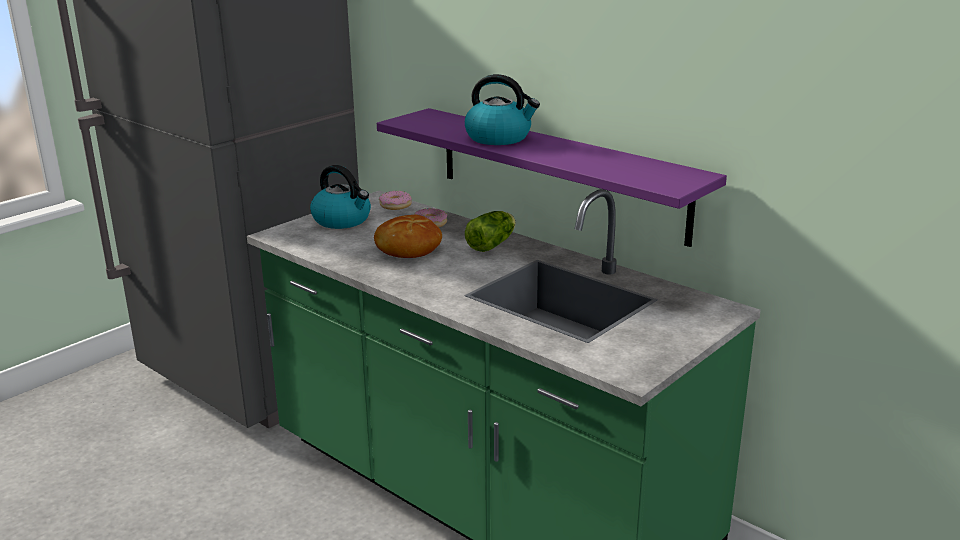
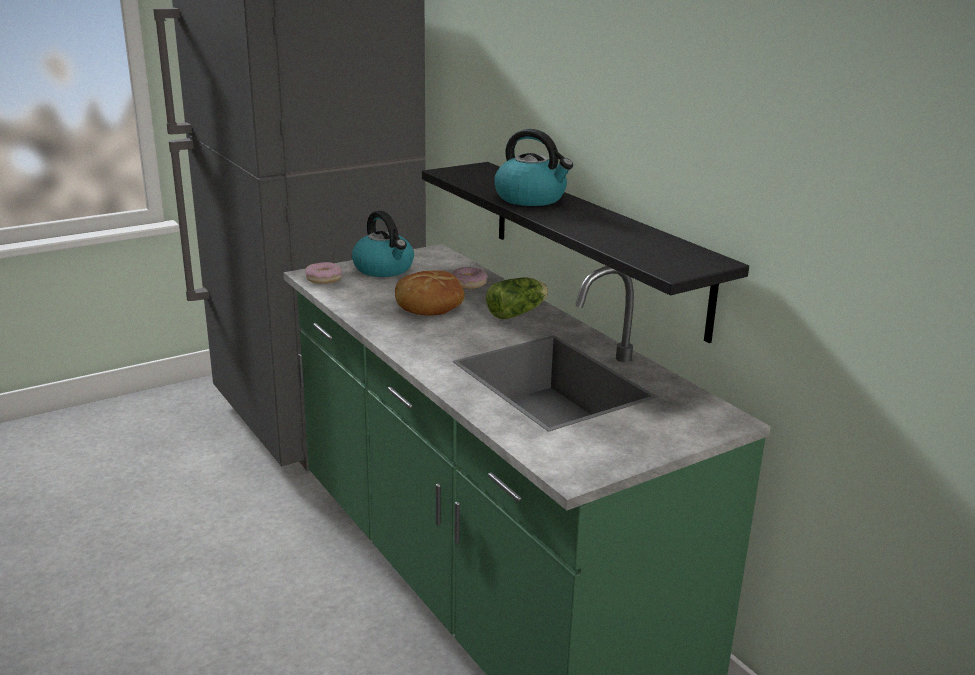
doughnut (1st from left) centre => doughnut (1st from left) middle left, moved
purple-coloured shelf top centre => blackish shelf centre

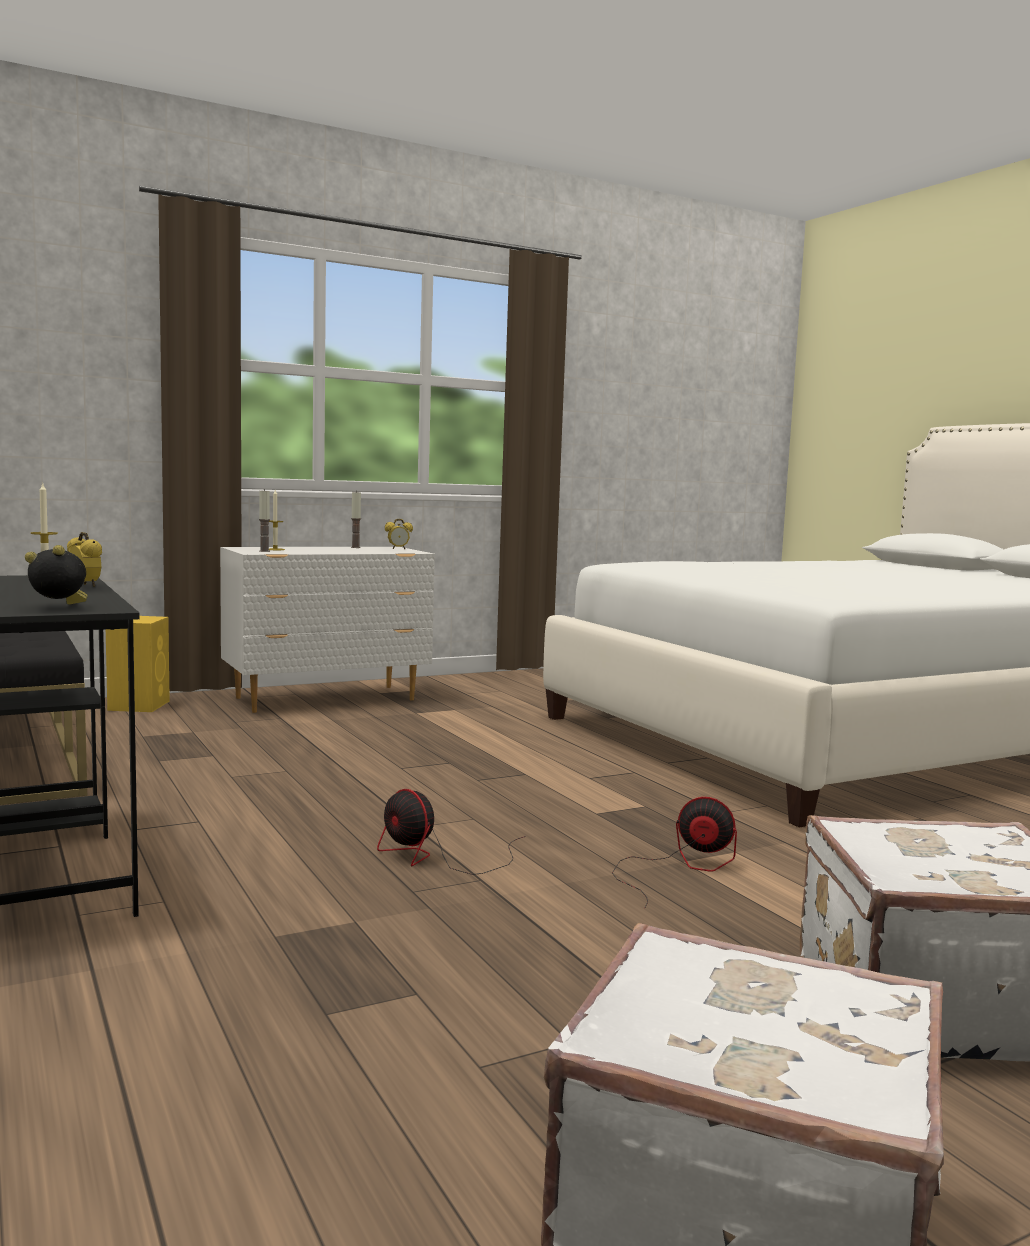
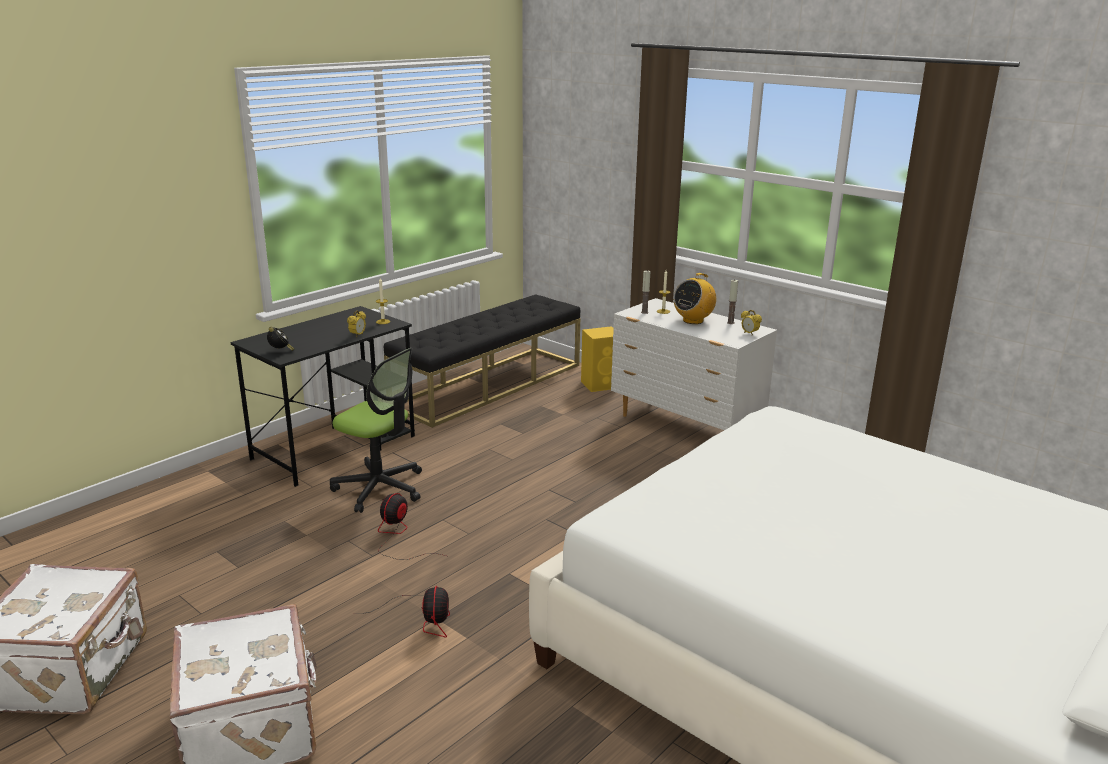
nothing => office chair centre
nothing => radio receiver centre

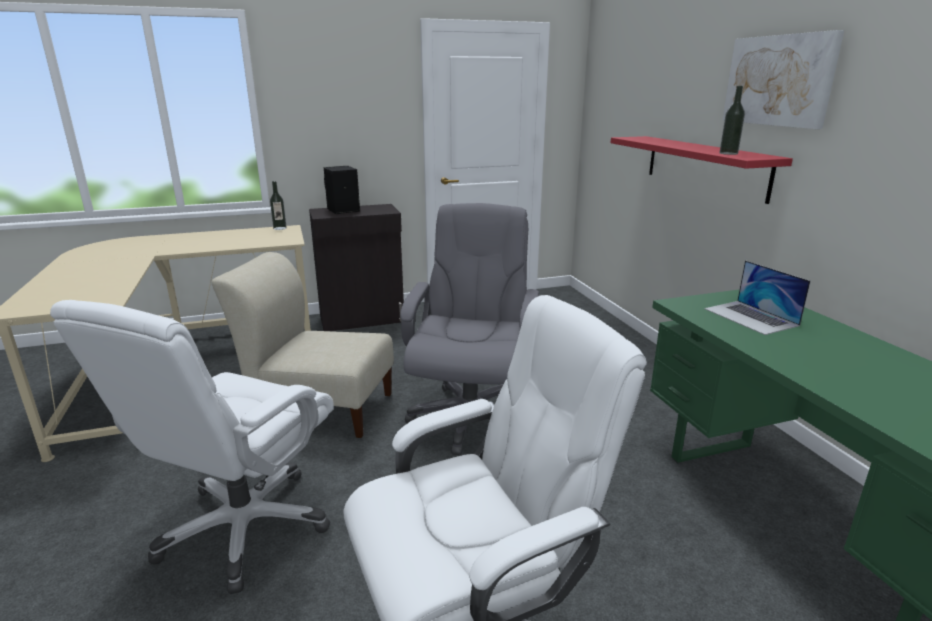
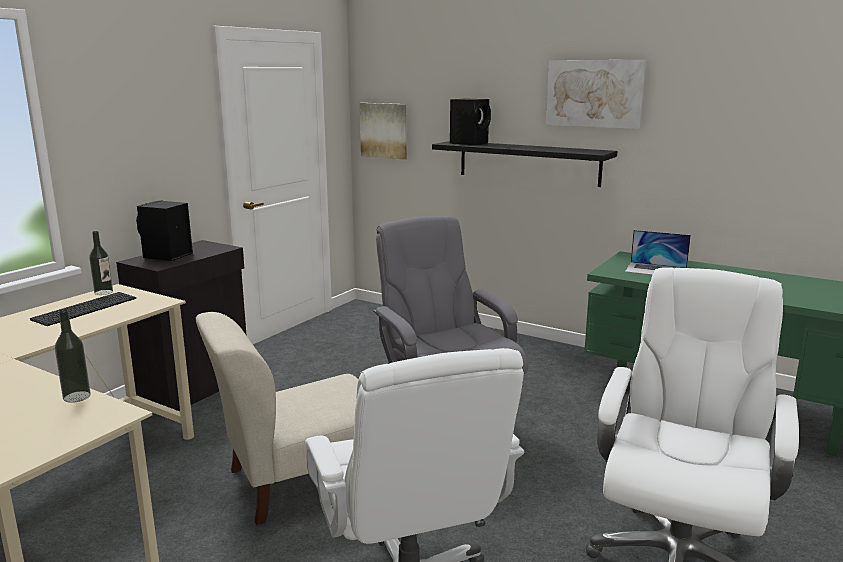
nothing => computer keyboard middle left
nothing => wall art (1st from left) top centre
nothing => blackish speaker (2nd from left) top centre
drink bottle (2nd from left in the first image) top right => drink bottle (1st from left) middle left, moved
reddish shelf top right => blackish shelf top centre

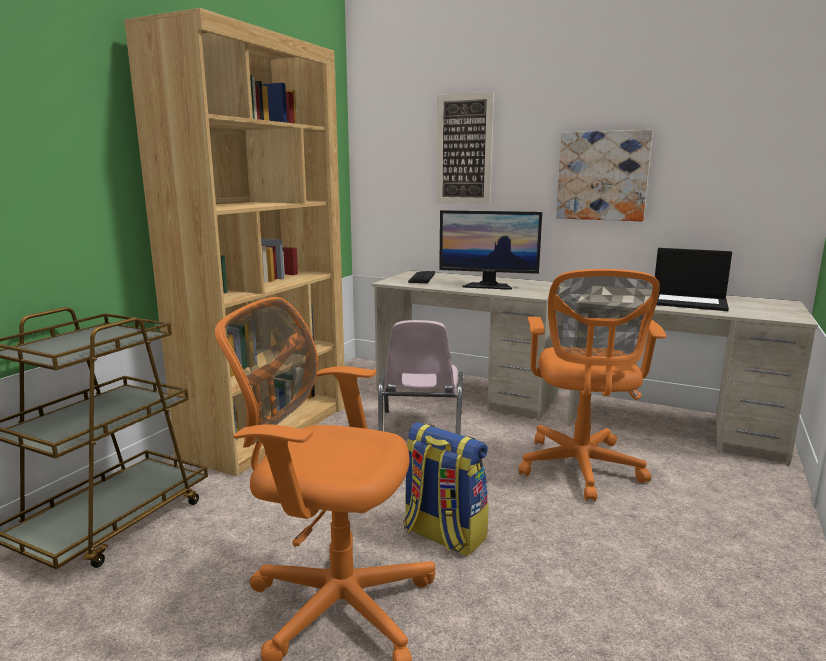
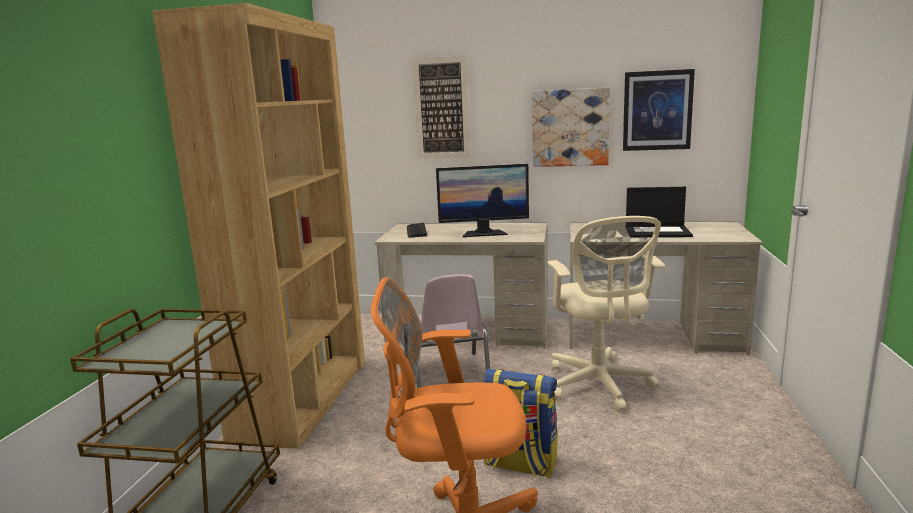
nothing => wall art (3rd from left) top right
orange office chair (2nd from left) middle right => beige-coloured office chair centre

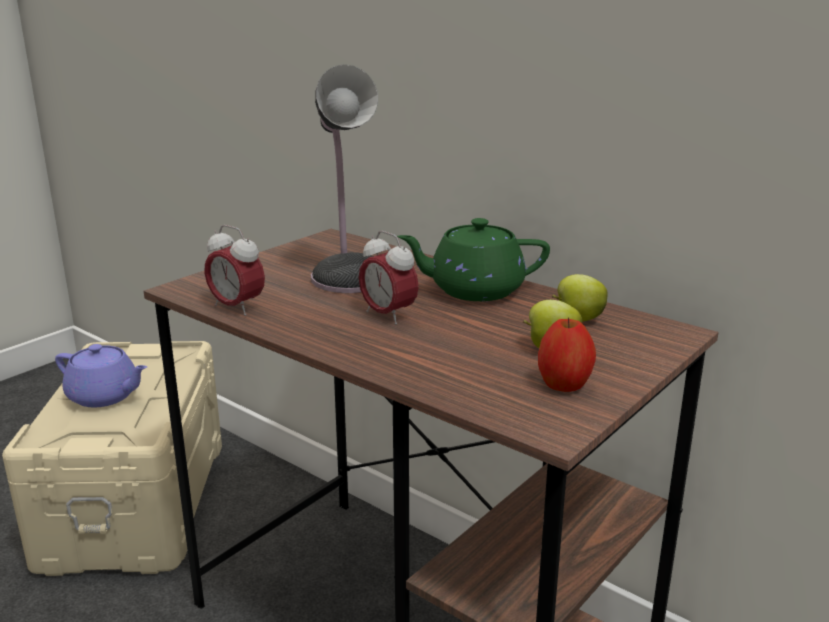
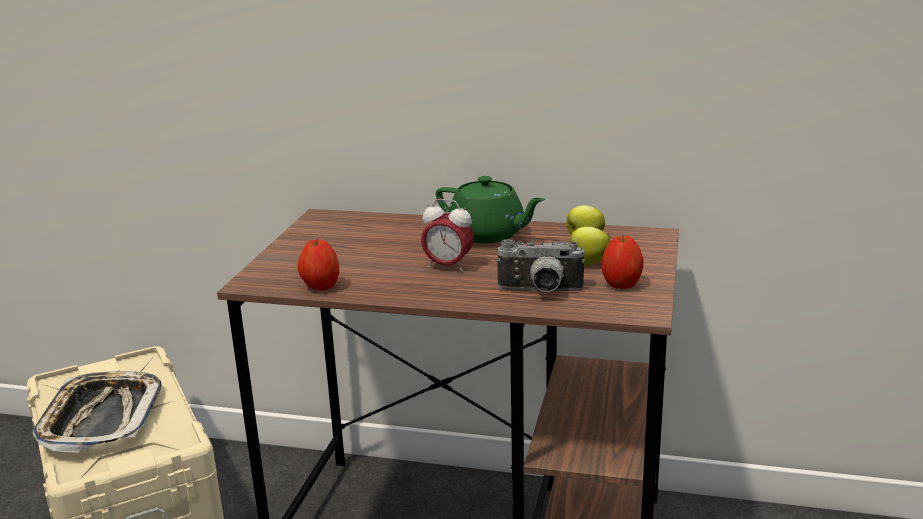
tabletop lamp top centre => nothing
nothing => photo camera centre
purple-coloured teapot middle left => tray bottom left
bedside clock (1st from left) middle left => apple fruit (1st from left) centre
green-coloured teapot centre, 120 degrees counterclockwise

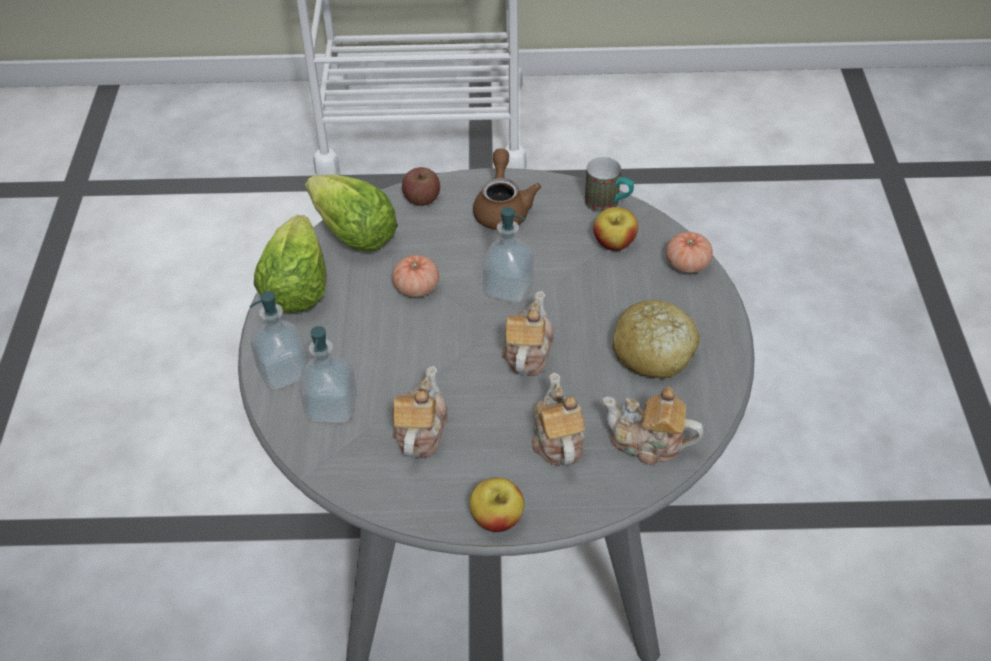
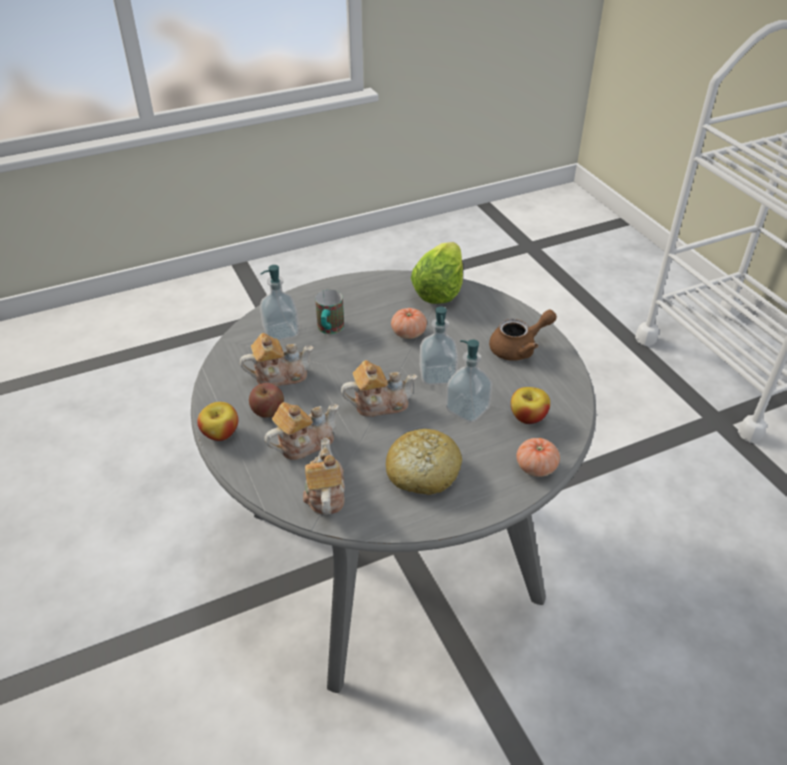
lettuce head (1st from left) middle left => nothing
soap bottle (1st from left in the first image) middle left => soap bottle (3rd from left) centre, moved
apple fruit (1st from left in the first image) top centre => apple fruit (2nd from left) centre, moved
mug top centre => mug centre, moved

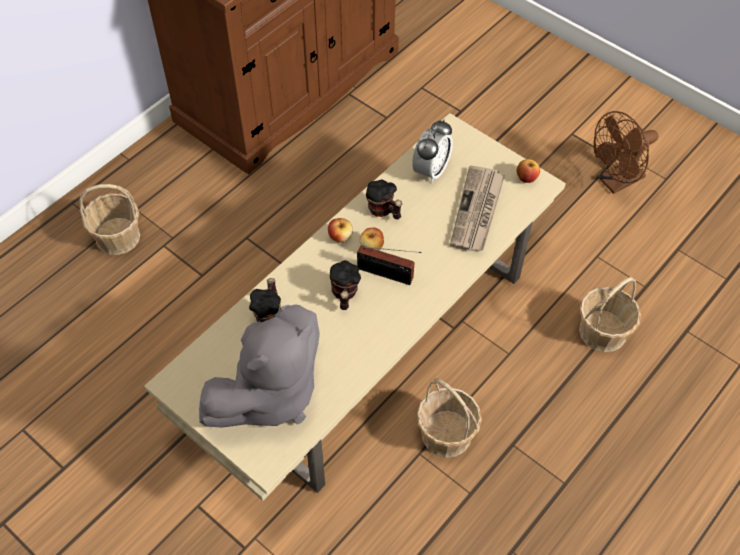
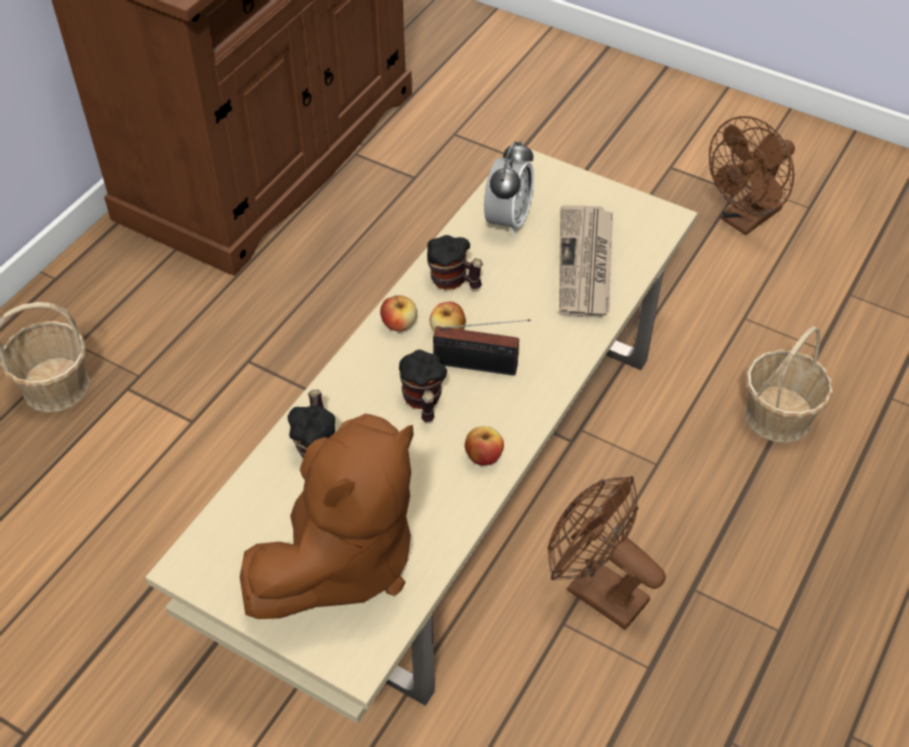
apple fruit (3rd from left) top right => apple fruit (3rd from left) centre, moved
storage basket (2nd from left) bottom centre => brownish fan (1st from left) bottom right
gray cuddly toy centre => brownish cuddly toy bottom centre

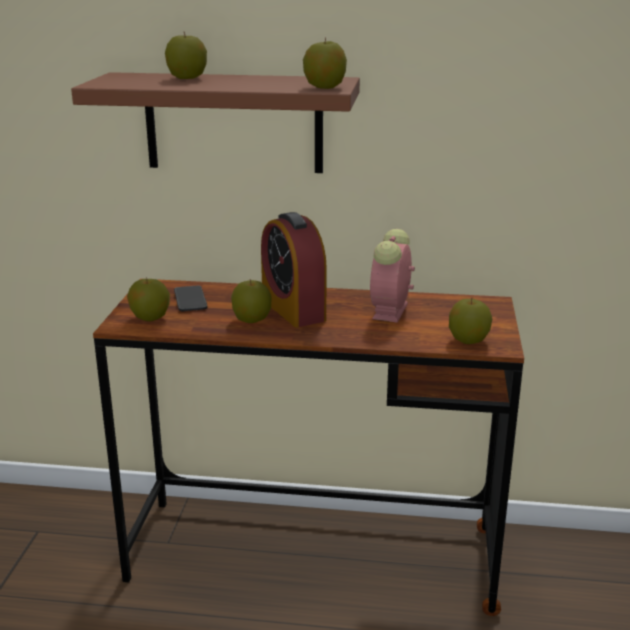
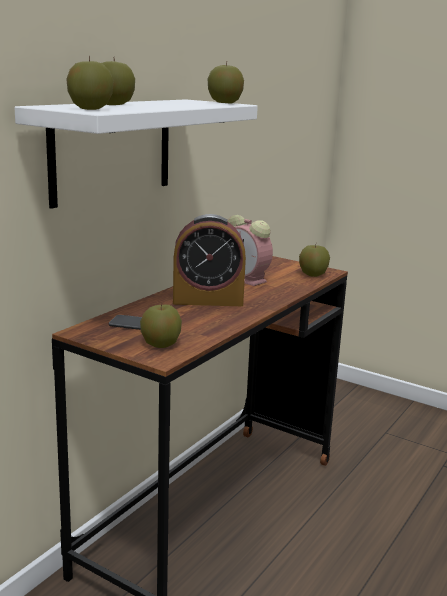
apple fruit (3rd from left in the first image) centre => apple fruit (1st from left) top left, moved
brownish shelf top centre => white shelf top left

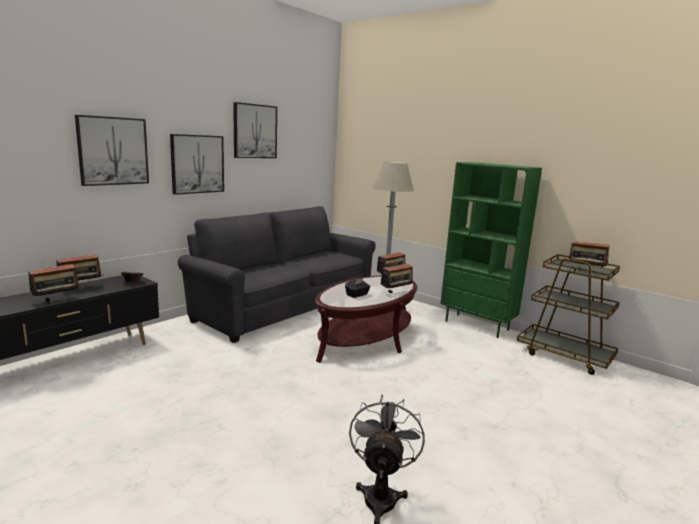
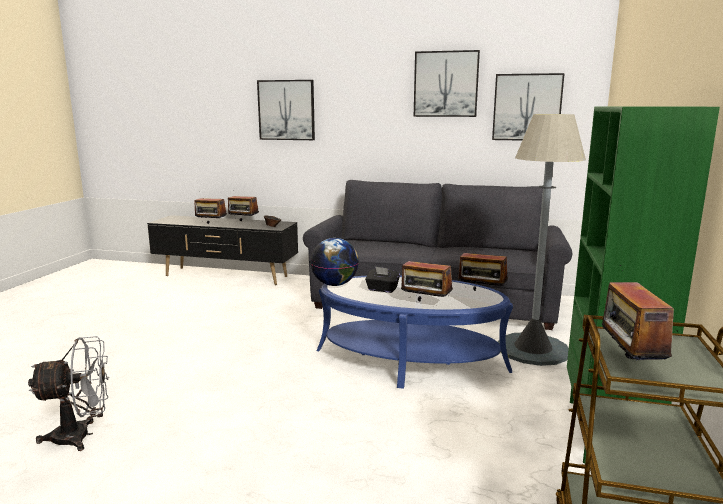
nothing => world globe centre
wall art (2nd from left in the first image) top left => wall art (3rd from left) top right, moved
brownish coffee table centre => blue-coloured coffee table centre

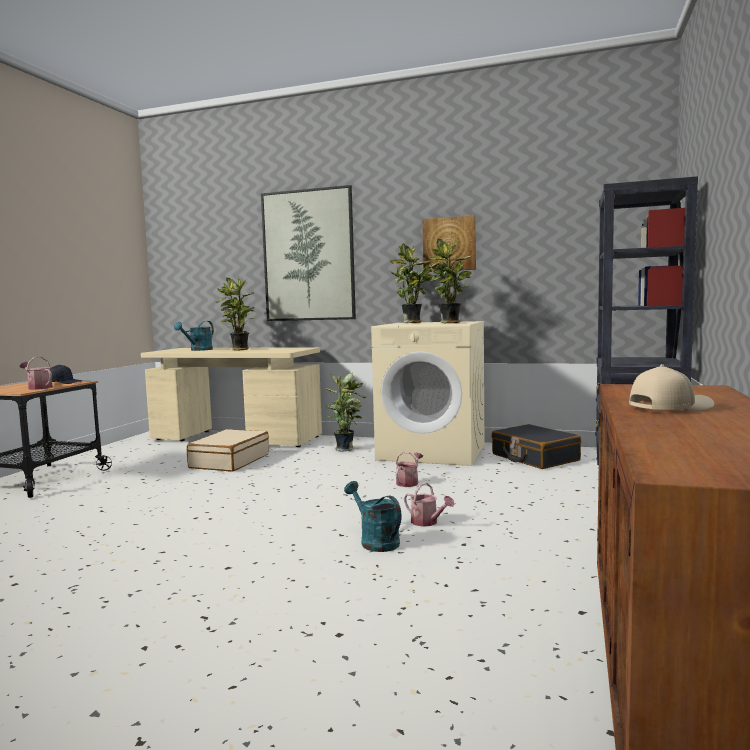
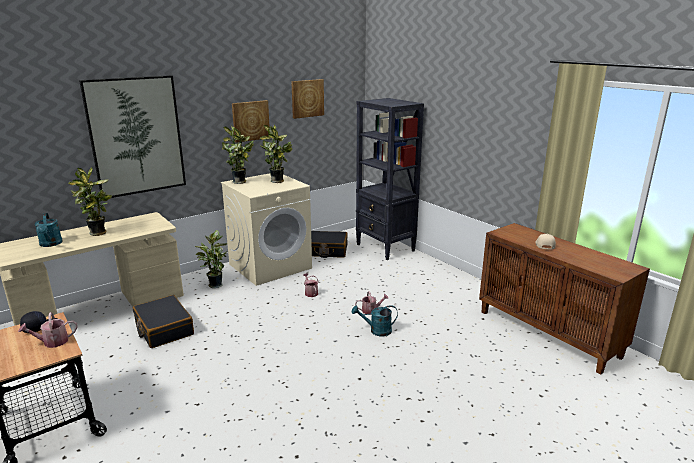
nothing => wall art (3rd from left) top centre
beige-coloured piece of luggage middle left => blackish piece of luggage (1st from left) bottom left

